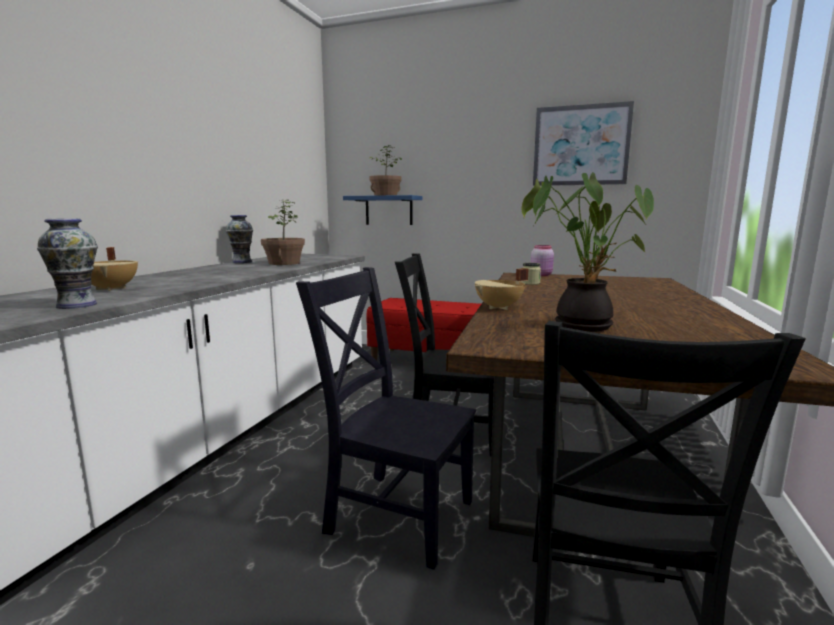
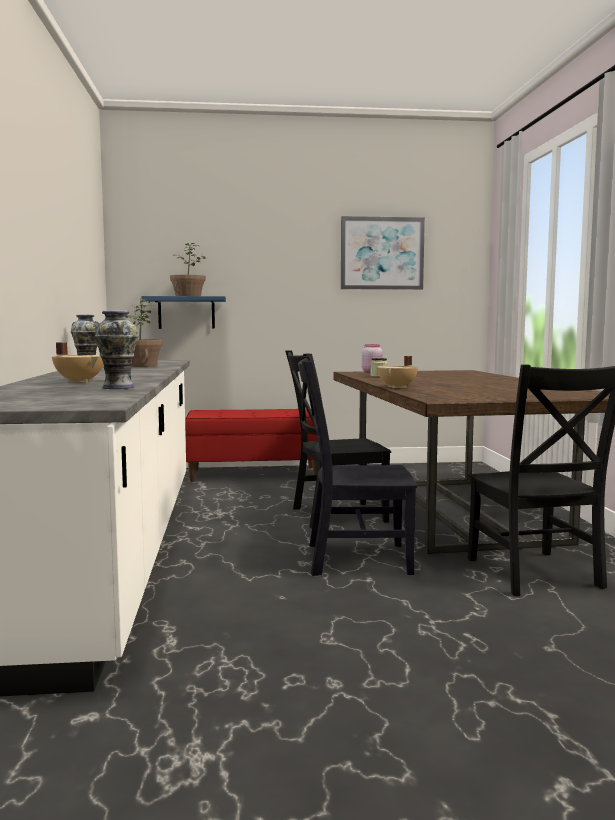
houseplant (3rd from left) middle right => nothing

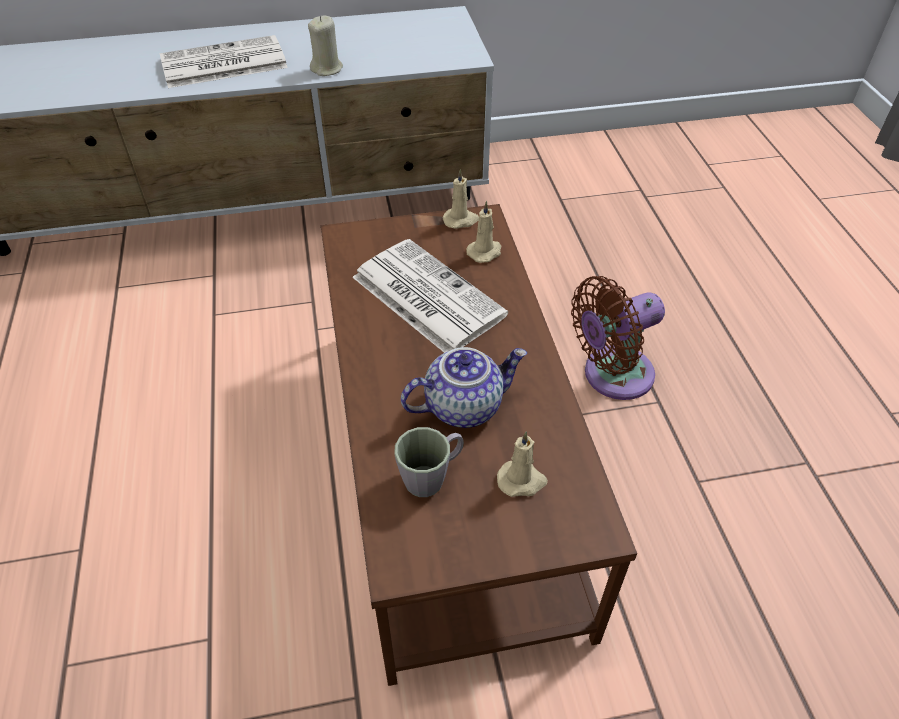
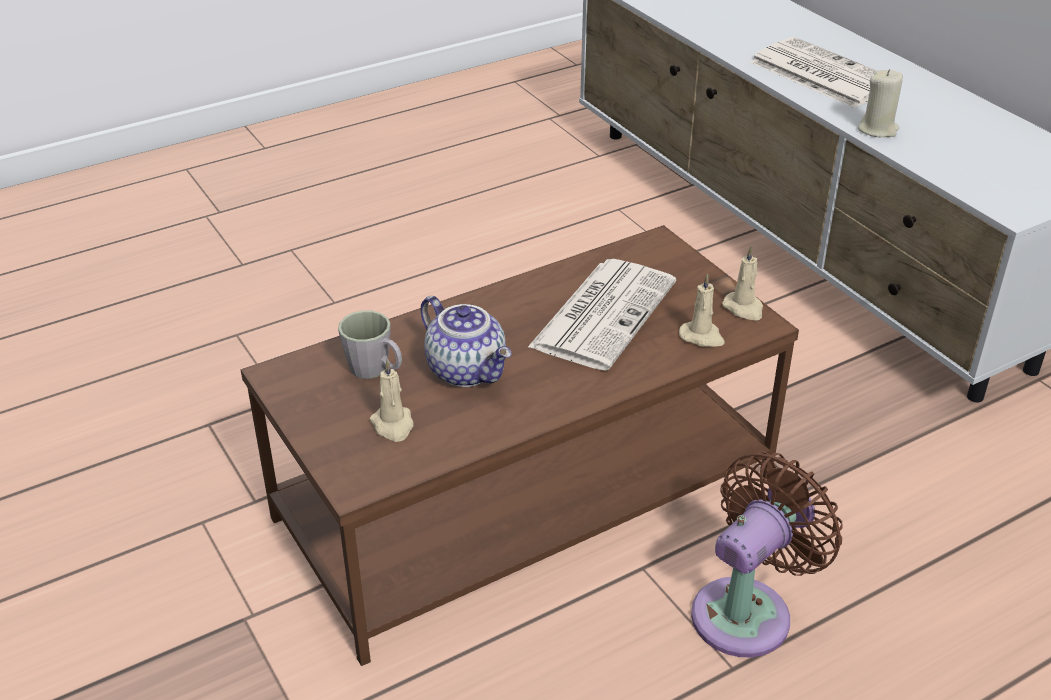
brownish fan middle right => brownish fan bottom right, 90 degrees clockwise

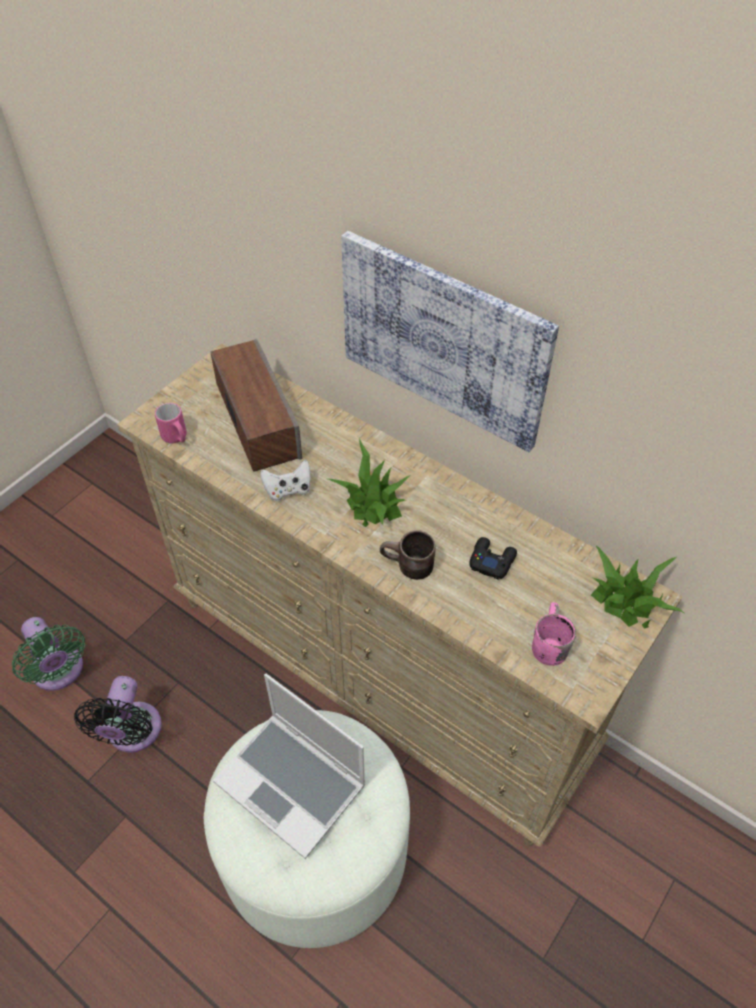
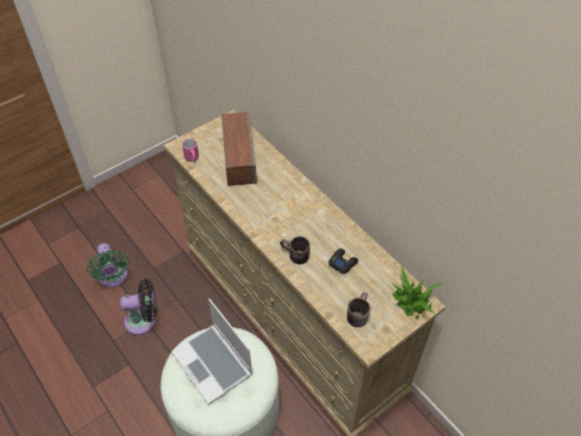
white joypad centre => nothing
houseplant (1st from left) centre => nothing
wall art centre => nothing
pink-coloured mug (2nd from left) middle right => brownish mug (2nd from left) bottom centre
blackish fan bottom left, 120 degrees counterclockwise

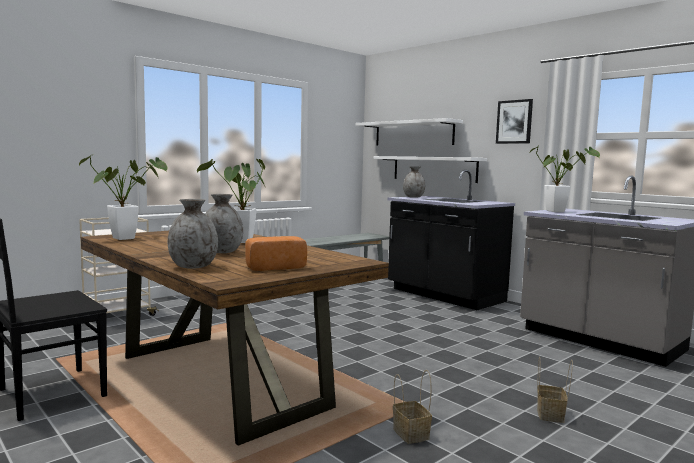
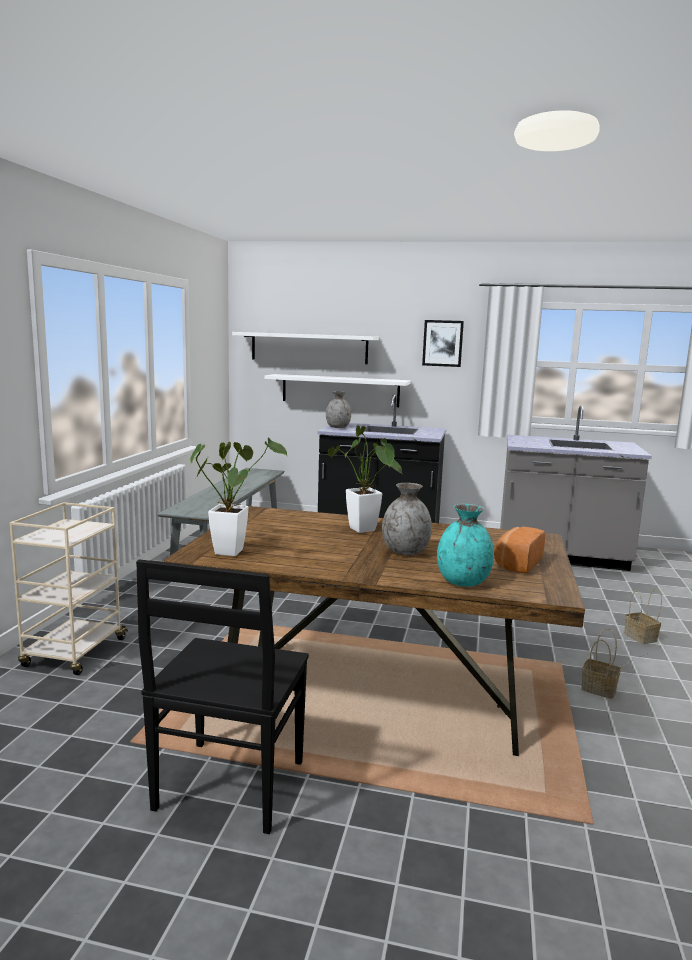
houseplant (3rd from left) middle right => nothing
gray vase (1st from left) middle left => blue-green vase middle right

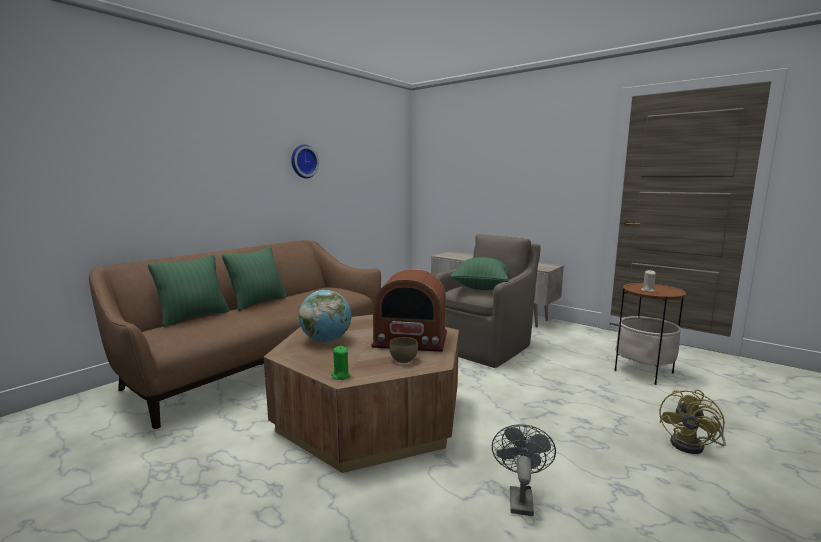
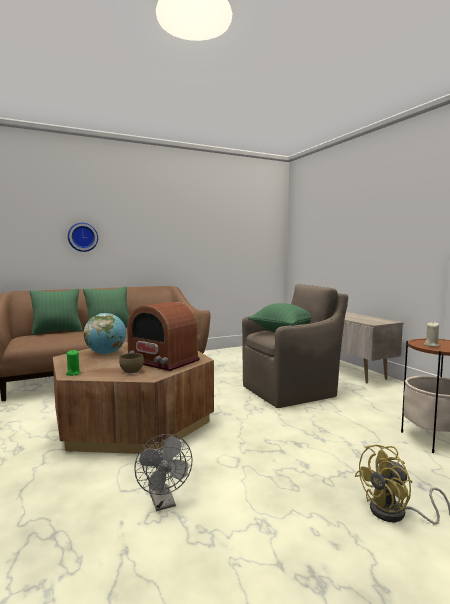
wall clock top centre => wall clock middle left, moved
gray fan bottom centre, 120 degrees clockwise

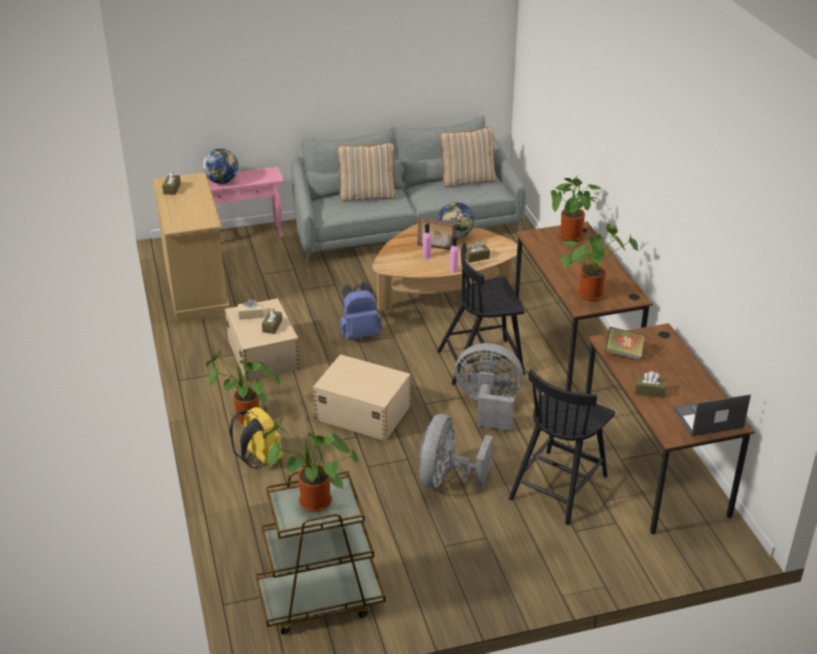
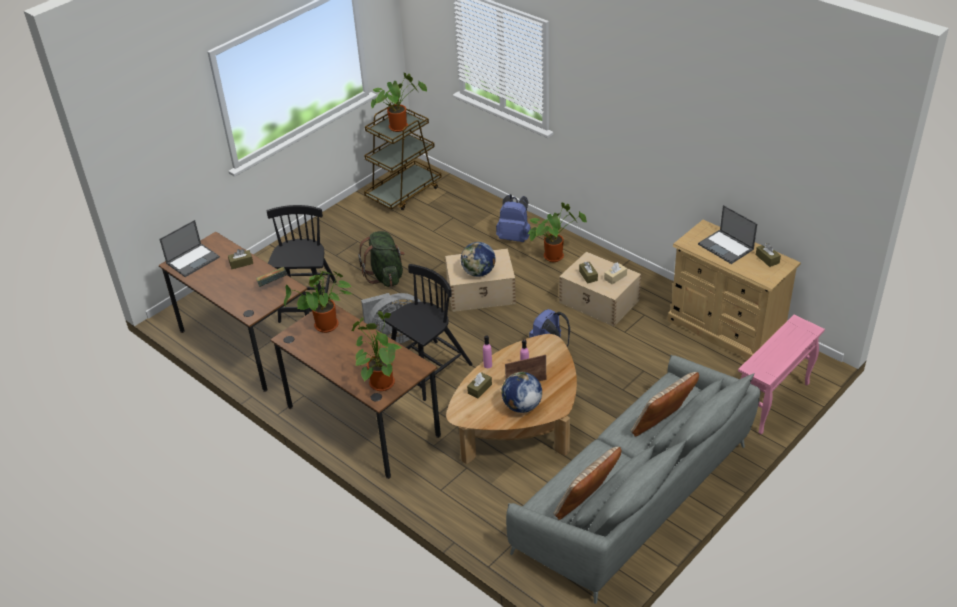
nothing => laptop (2nd from left) middle right
world globe (1st from left) top left => world globe (1st from left) centre, moved
gray fan (1st from left) bottom centre => green-coloured rucksack centre
yellowish rucksack bottom left => blue-coloured rucksack (1st from left) centre

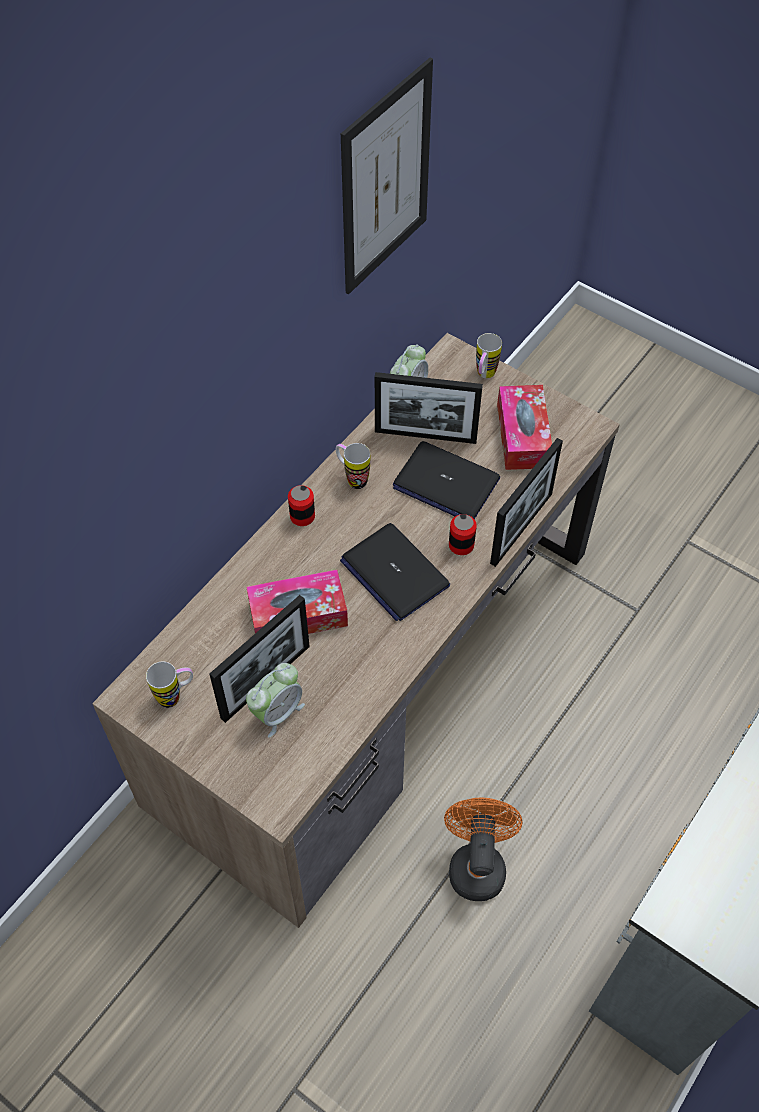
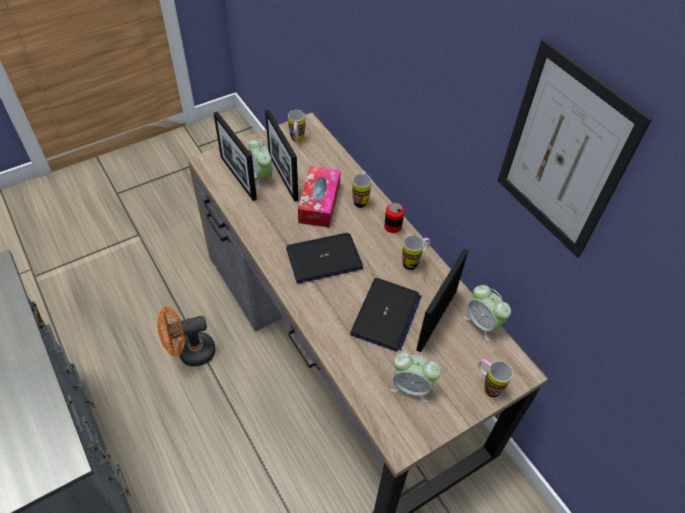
can (2nd from left) centre => nothing
nothing => mug (2nd from left) centre
photo frame (3rd from left in the first image) middle right => photo frame (1st from left) top centre, moved
tissue holder (2nd from left) middle right => bedside clock (2nd from left) bottom centre
laptop (2nd from left) centre, 150 degrees clockwise
orange fan bottom centre => orange fan middle left, 135 degrees clockwise

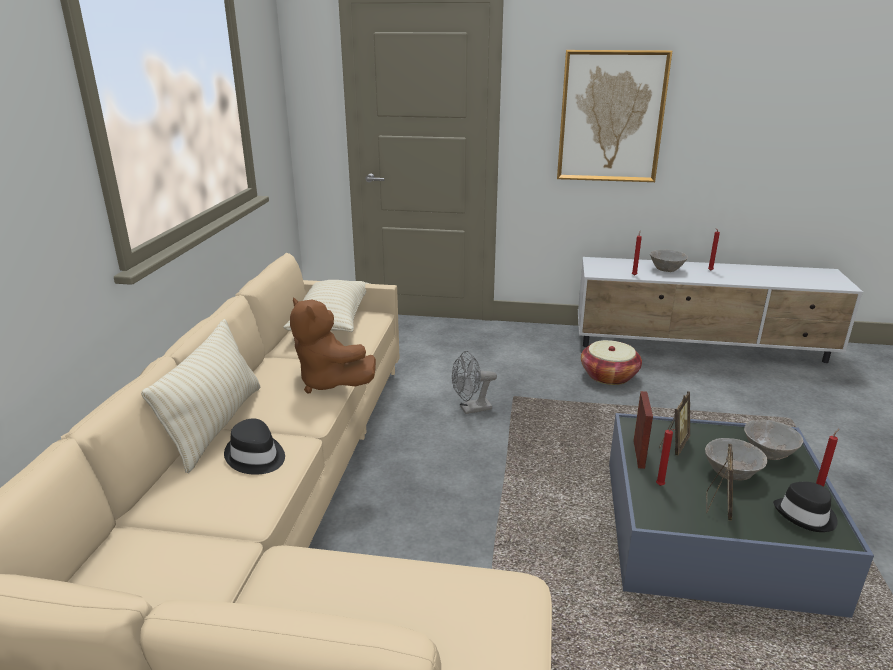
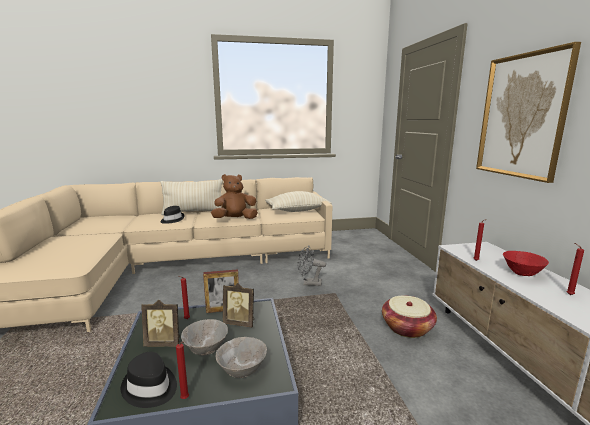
gray serving bowl (1st from left) middle right => reddish serving bowl middle right
brownish cuddly toy centre, 45 degrees clockwise
gray fan centre, 45 degrees counterclockwise

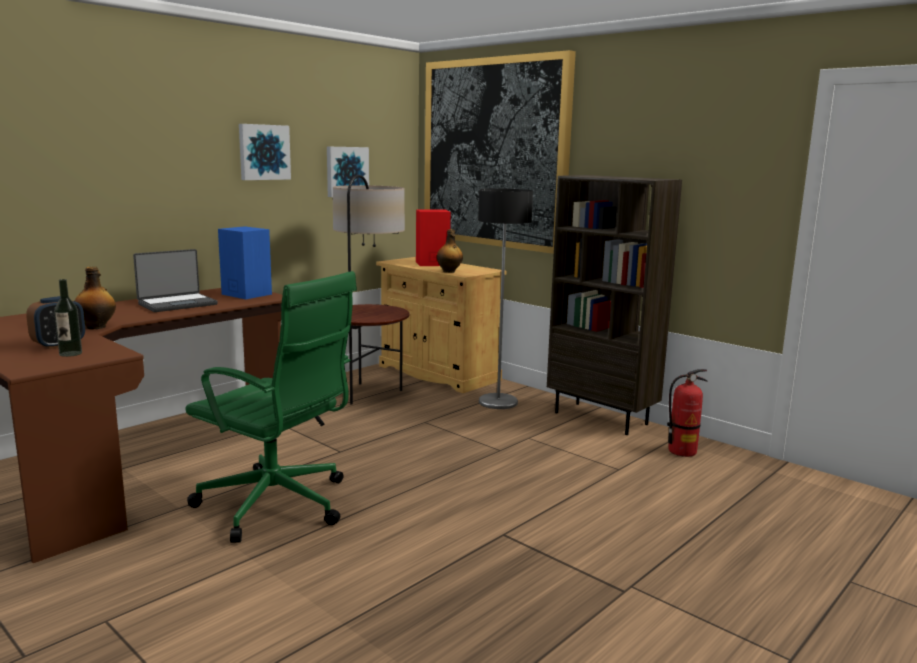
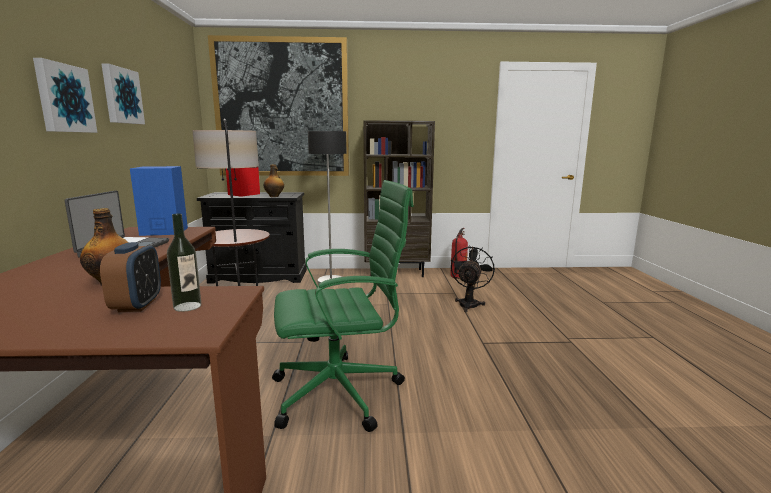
nothing => blackish fan centre
wall art (2nd from left in the first image) top centre => wall art (1st from left) top left, moved
beige-coloured cabinet centre => blackish cabinet middle left

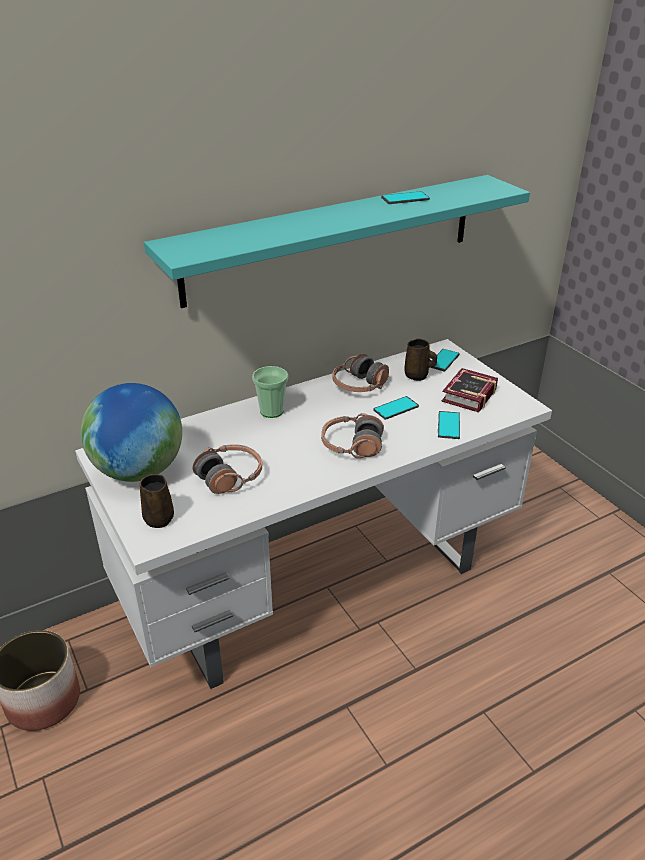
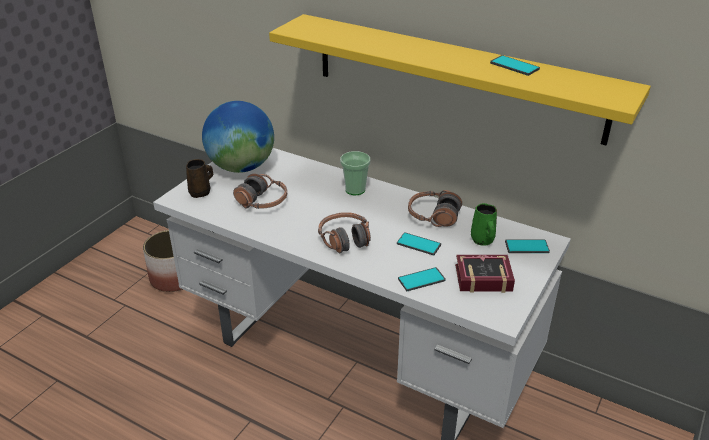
blue-green shelf top centre => yellowish shelf top centre
brownish mug (2nd from left) centre => green-coloured mug middle right

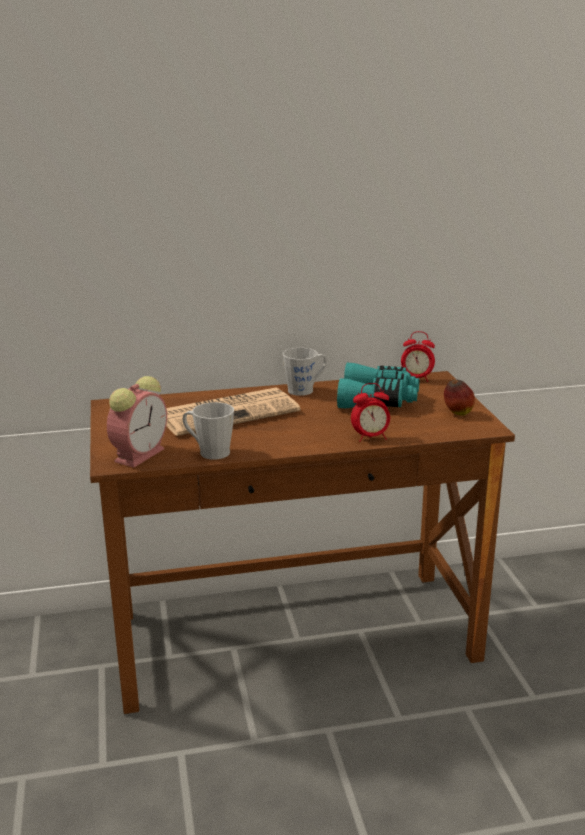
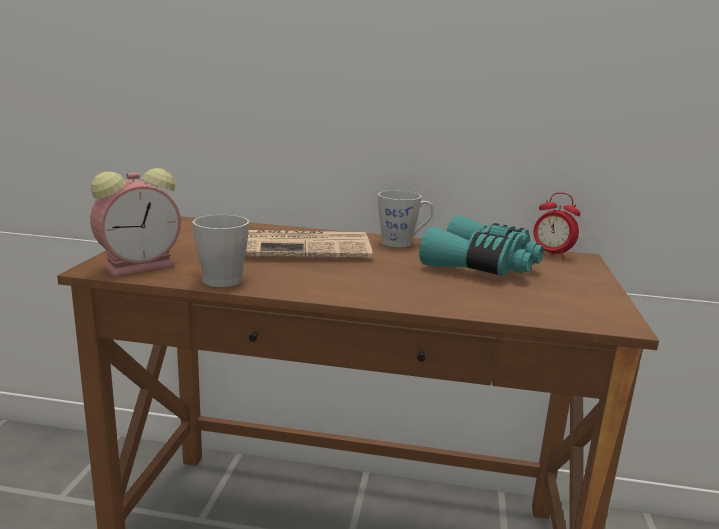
bedside clock (2nd from left) centre => nothing
apple fruit middle right => nothing

